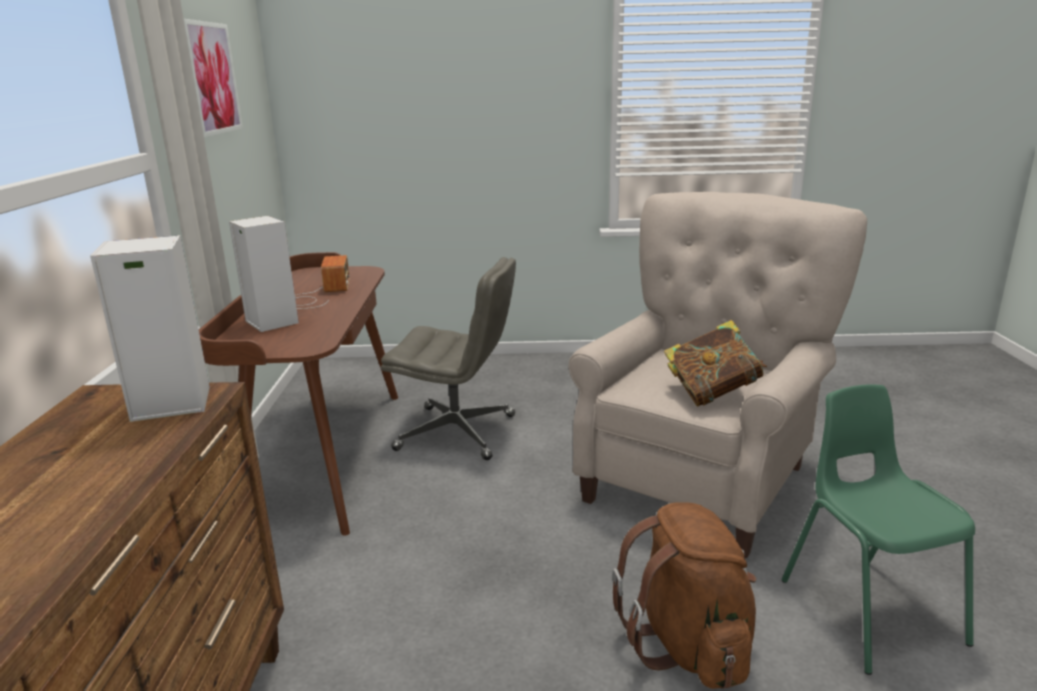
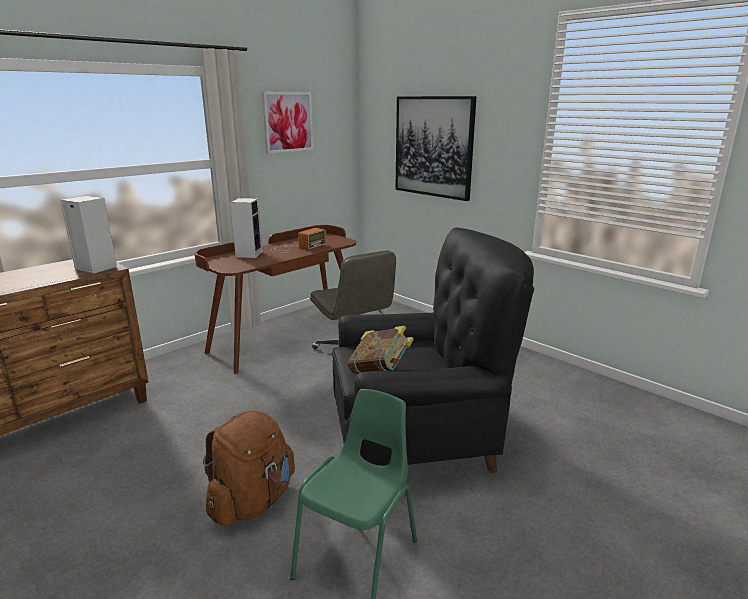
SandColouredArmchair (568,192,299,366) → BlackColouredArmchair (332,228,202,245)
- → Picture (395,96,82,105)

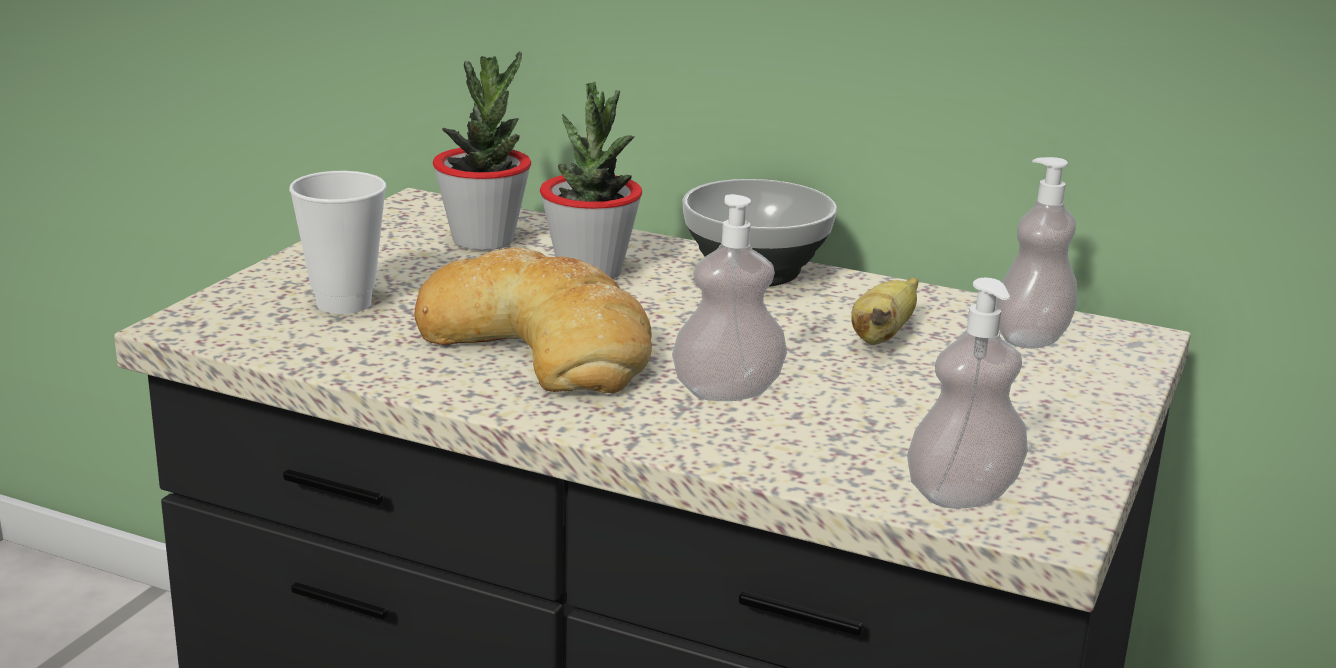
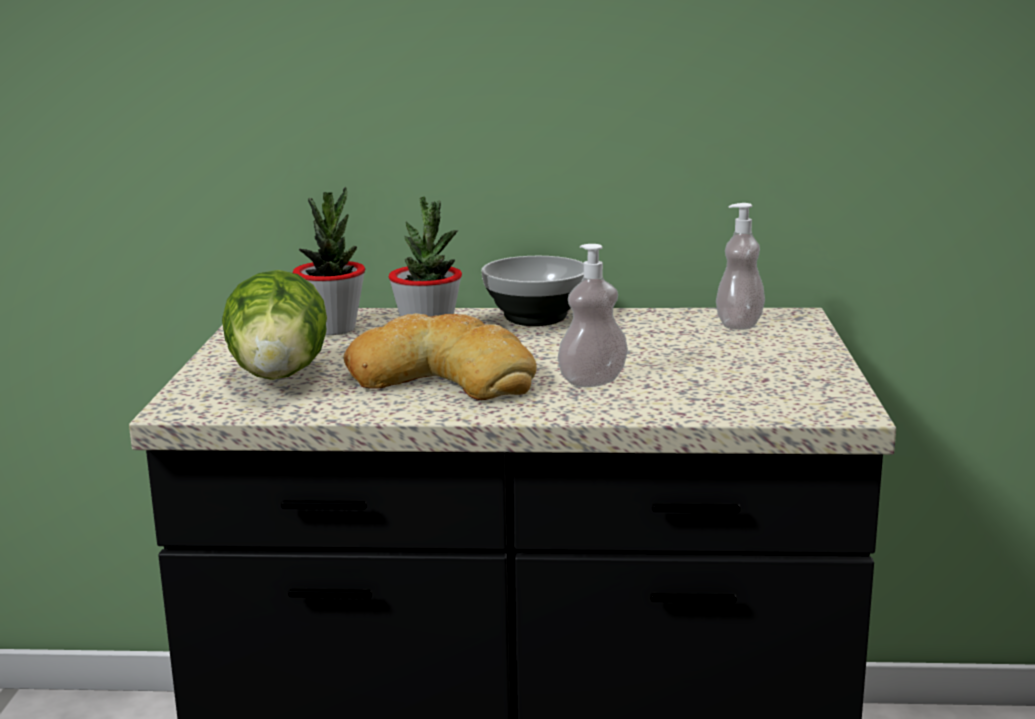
DrinkingCup (289,171,97,143) → HeadOfLettuce (222,270,105,110)
WholeBanana (851,278,67,67) → -
LiquidSoapBottle (907,278,121,231) → -

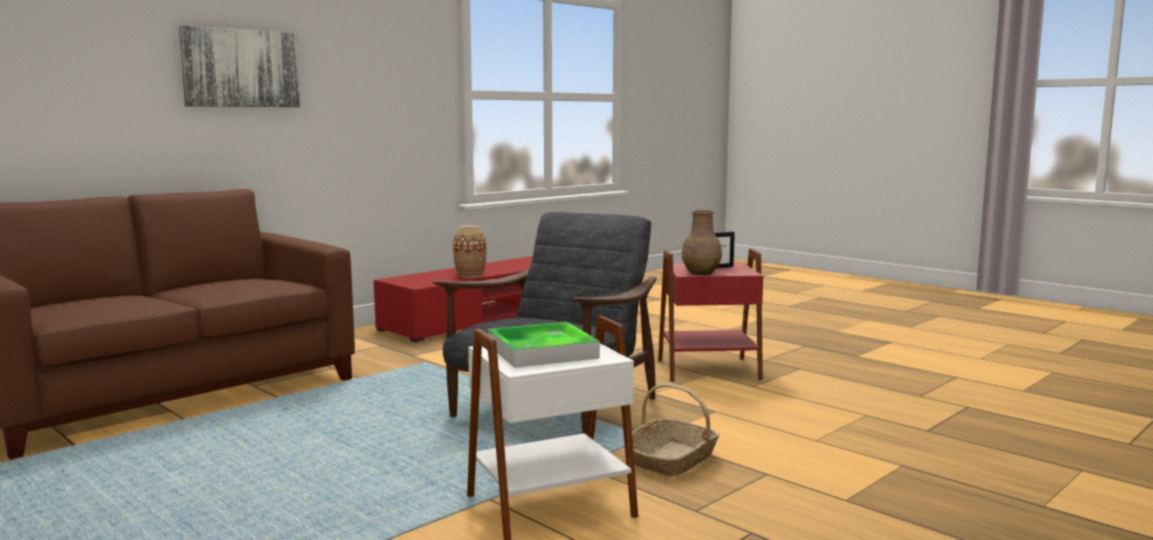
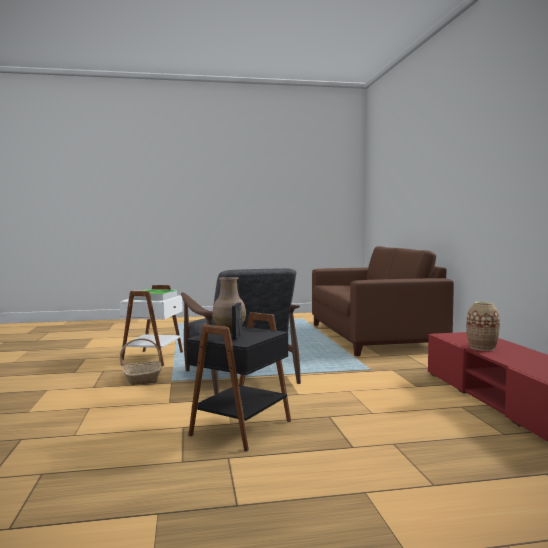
Picture (179,25,121,82) → -
RedColouredAccentTable (658,248,105,134) → BlackColouredAccentTable (187,312,104,139)

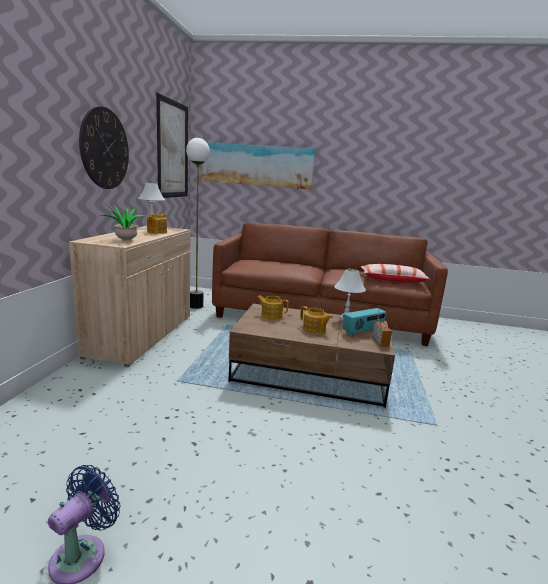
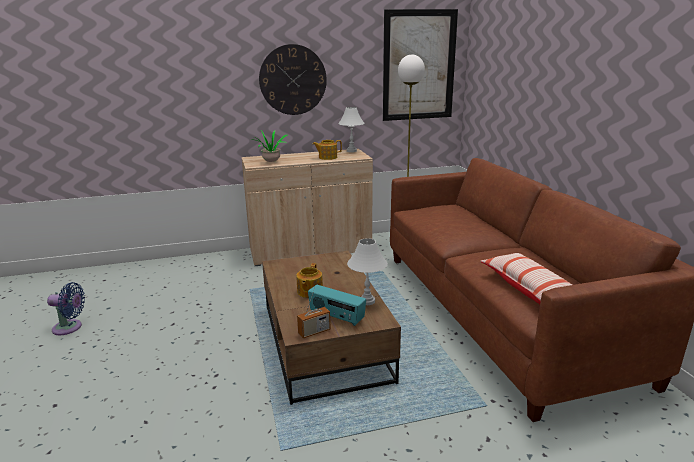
Picture (202,142,113,47) → -
TeaPot (256,295,33,25) → -

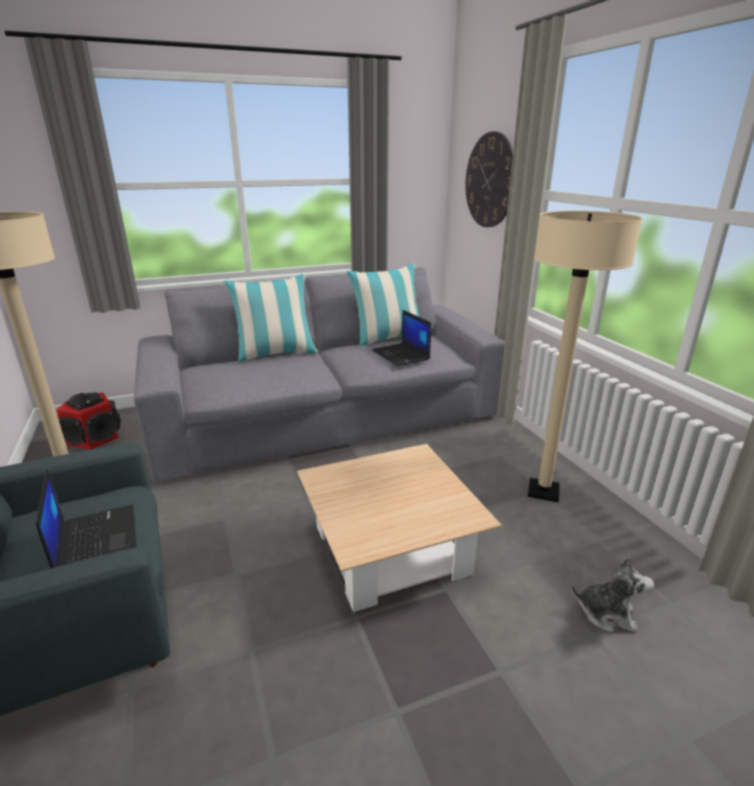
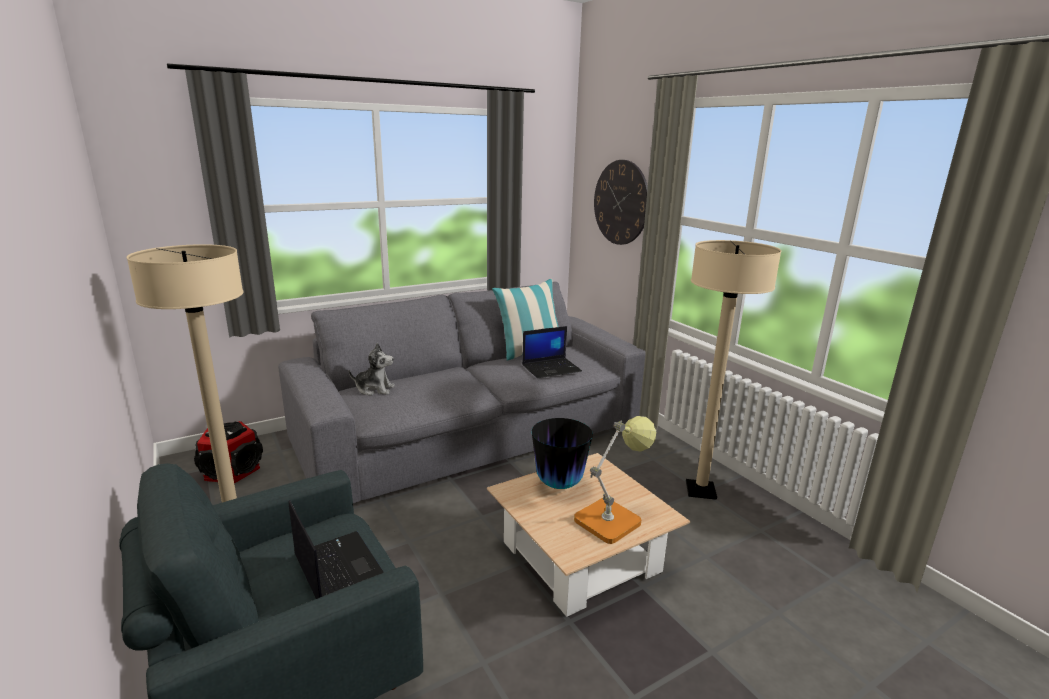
Pillow (224,274,94,87) → -
Laptop (372,310,59,56) → Laptop (522,326,60,52), 75 degrees counterclockwise
PlushToy (571,557,83,75) → PlushToy (349,343,46,53), move
- → LampForATable (574,416,82,128)
- → Vase (532,418,61,71)

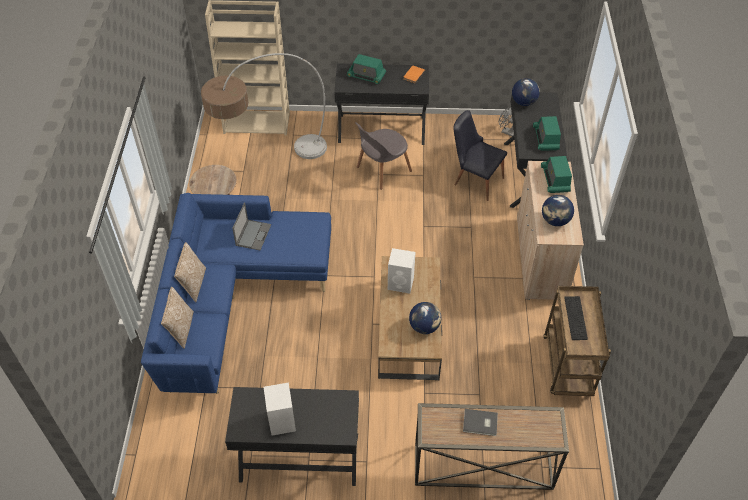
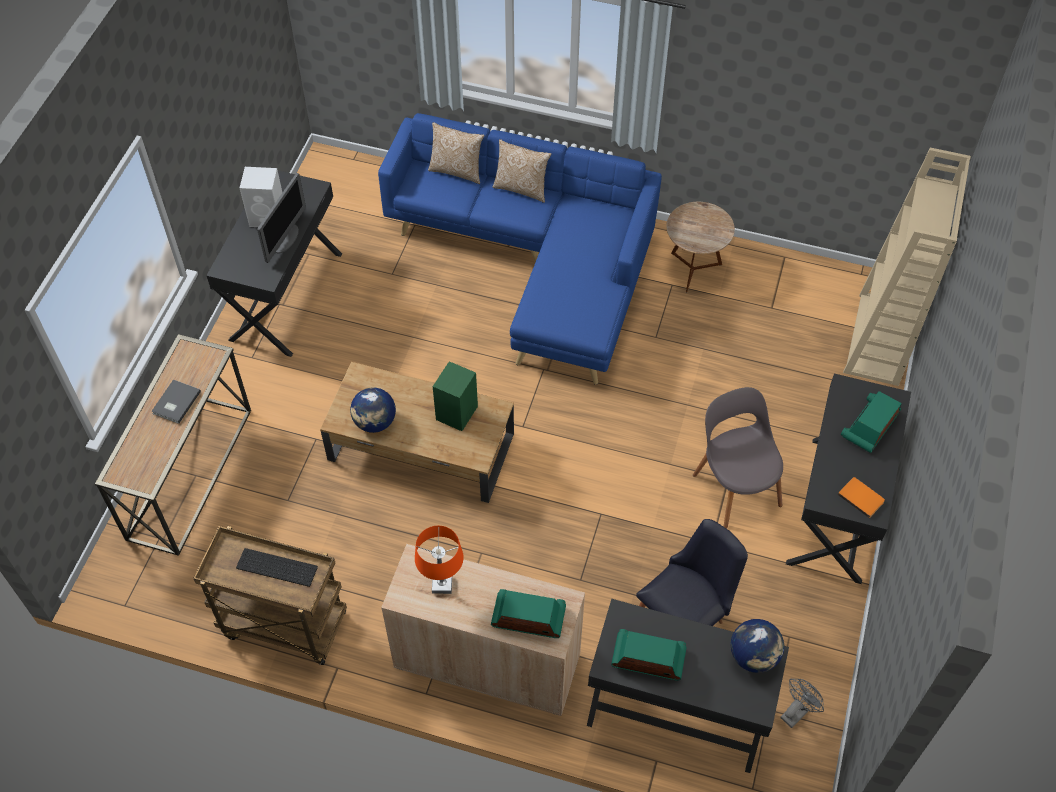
StandingLamp (201,53,126,106) → -
Globe (542,195,32,31) → OrangeColouredLampForATable (415,526,49,68)
Laptop (232,202,39,48) → -
WhiteLoudspeaker (388,248,27,45) → GreenLoudspeaker (433,361,45,70)
- → ComputerDisplay (257,173,49,90)

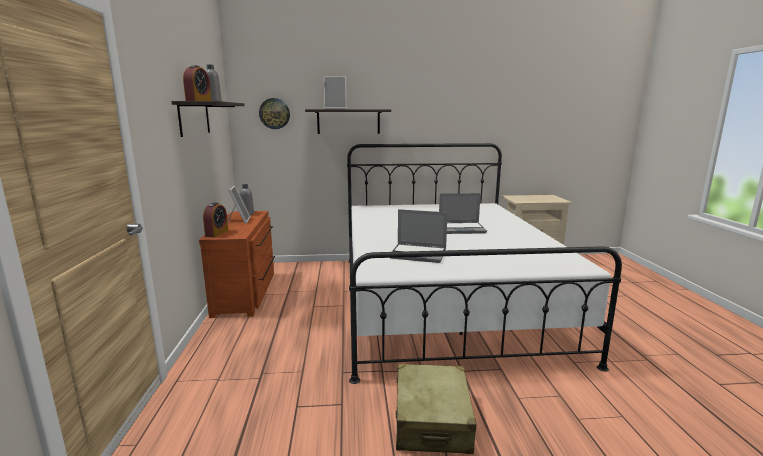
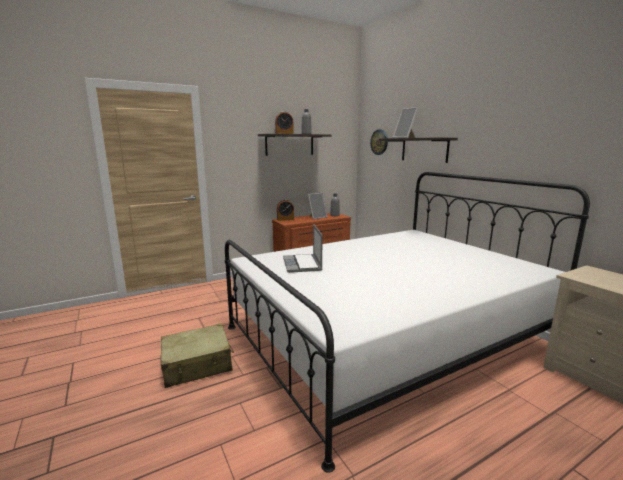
Laptop (439,193,48,41) → -

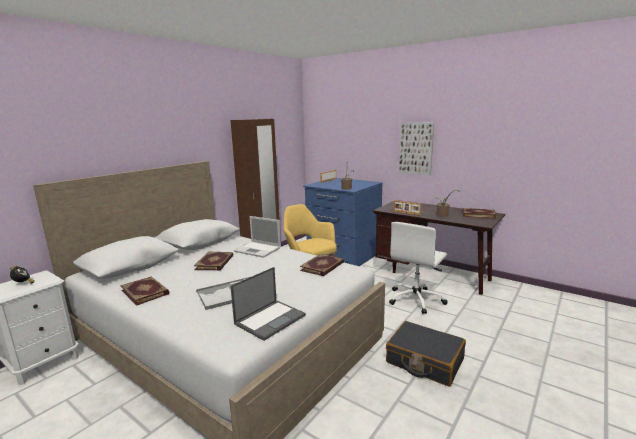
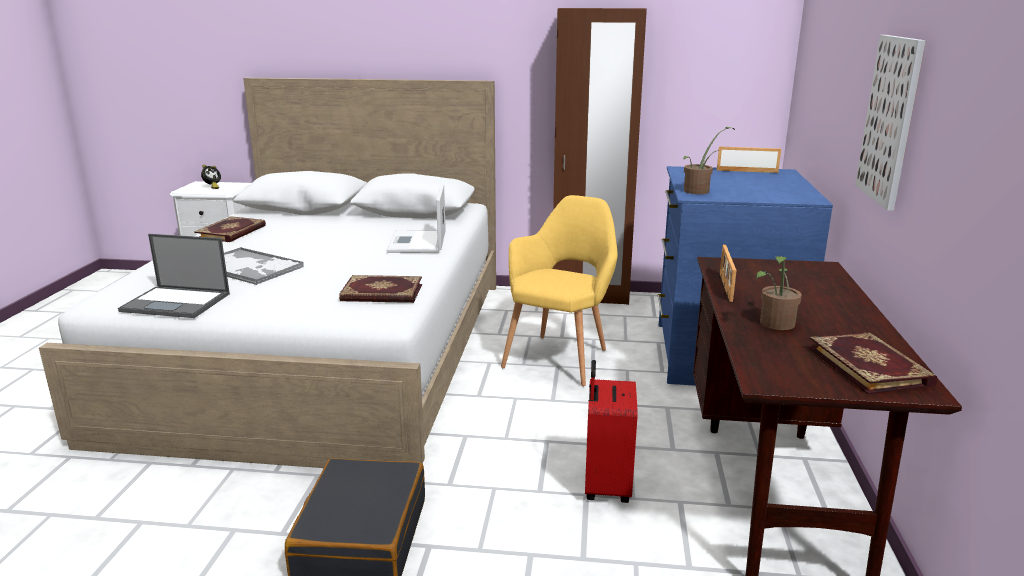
WhiteOfficeChair (389,222,59,92) → RedColouredTravelCase (585,360,53,143)
Volume (194,251,39,20) → -

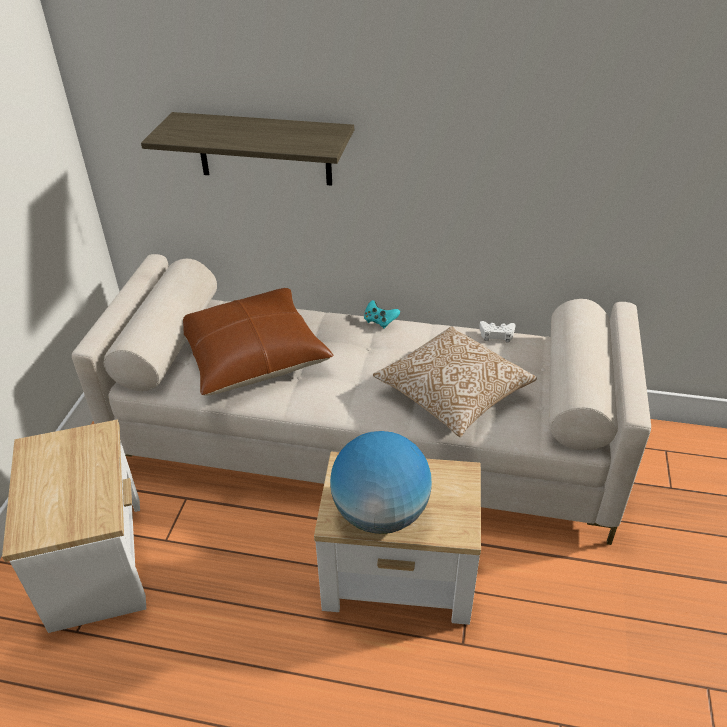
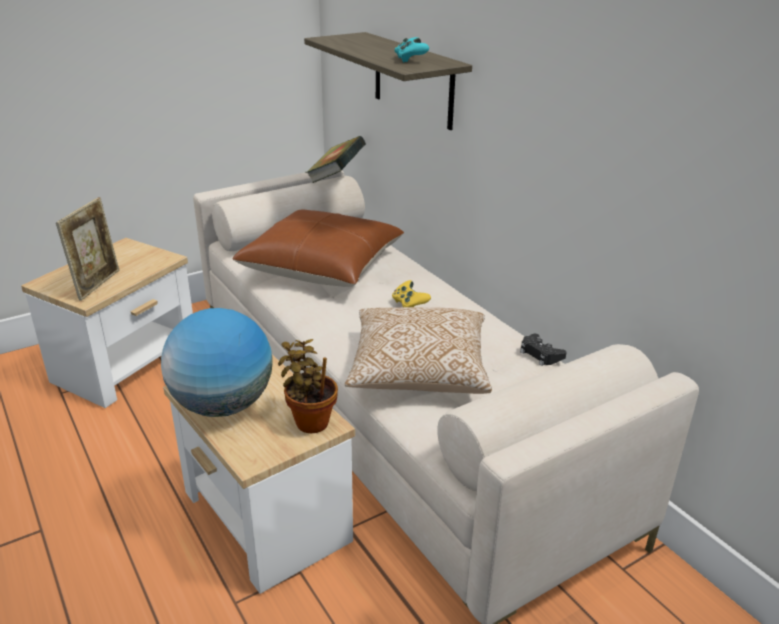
TurquoiseJoypad (364,300,36,29) → TurquoiseJoypad (394,37,35,26), move
WhiteJoypad (479,321,37,21) → BlackColouredJoypad (520,334,47,32)
- → Volume (306,136,60,47)
- → StandingFrame (56,197,63,104)
- → YellowColouredJoypad (392,280,39,27)
- → PlantInAPot (278,339,60,95)

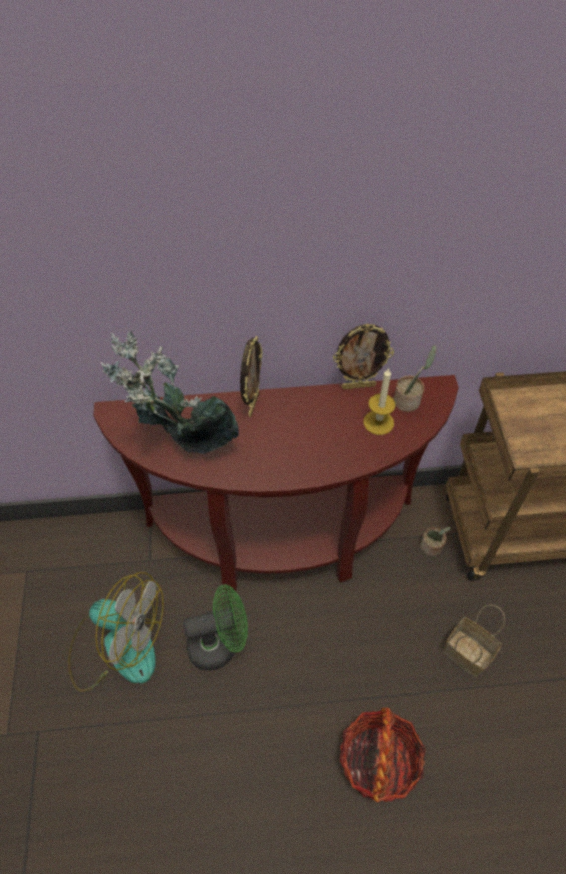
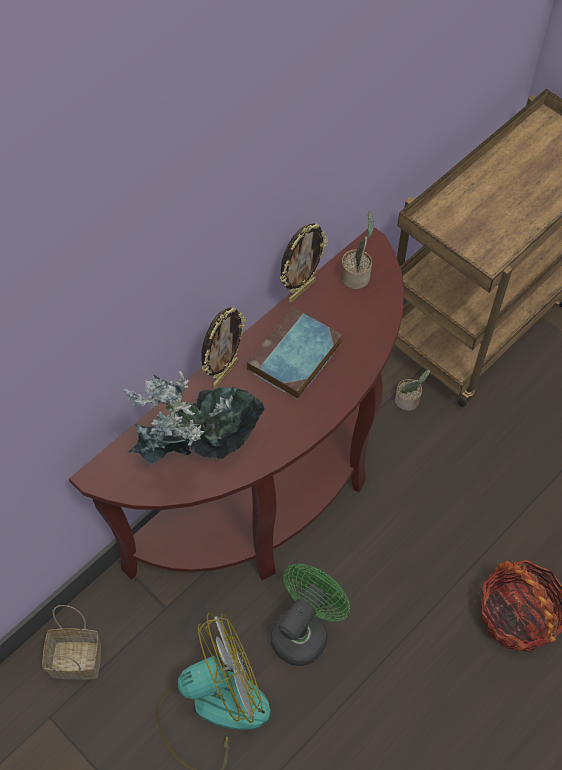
StandingFrame (240,336,23,81) → StandingFrame (201,307,45,81), 60 degrees clockwise
WaxLight (363,368,33,67) → -
HouseholdBasket (443,604,62,74) → HouseholdBasket (42,605,59,75), move
- → Volume (247,307,95,93)

